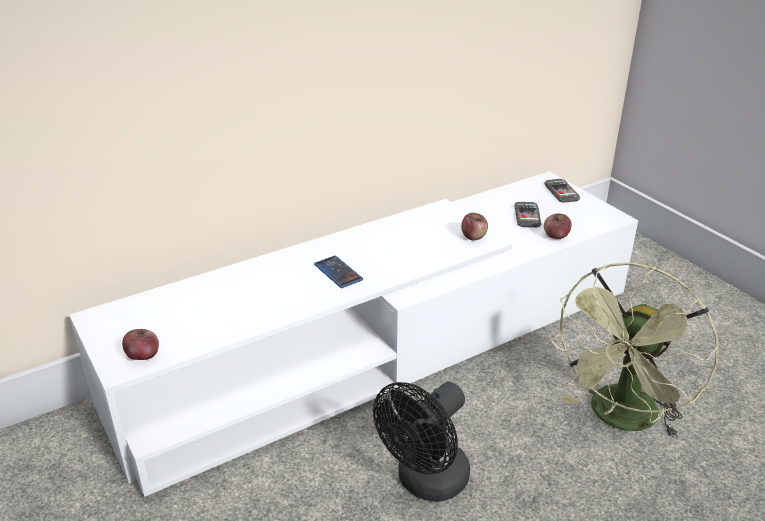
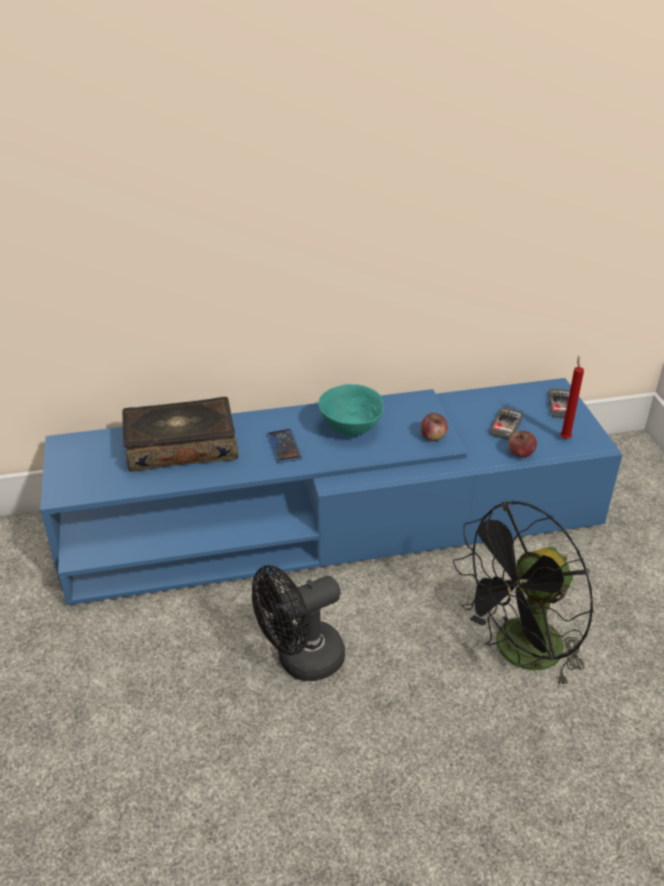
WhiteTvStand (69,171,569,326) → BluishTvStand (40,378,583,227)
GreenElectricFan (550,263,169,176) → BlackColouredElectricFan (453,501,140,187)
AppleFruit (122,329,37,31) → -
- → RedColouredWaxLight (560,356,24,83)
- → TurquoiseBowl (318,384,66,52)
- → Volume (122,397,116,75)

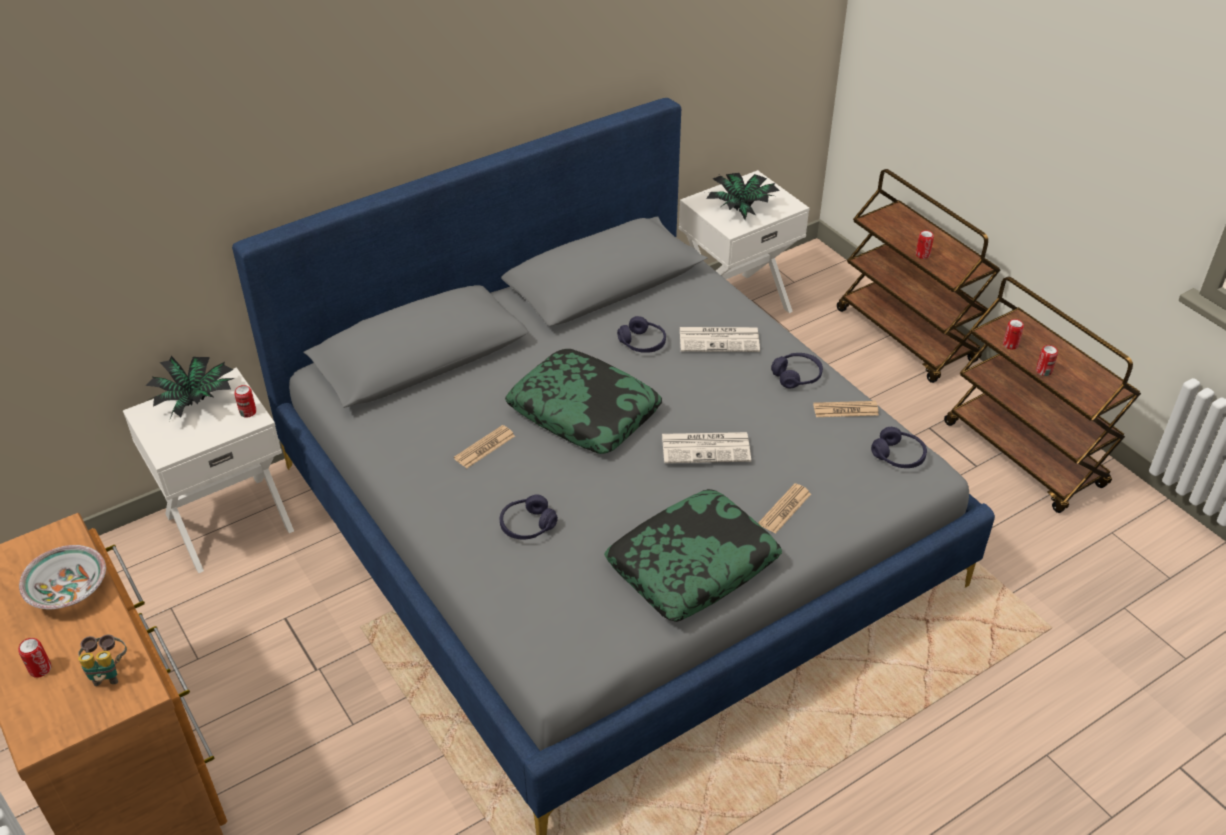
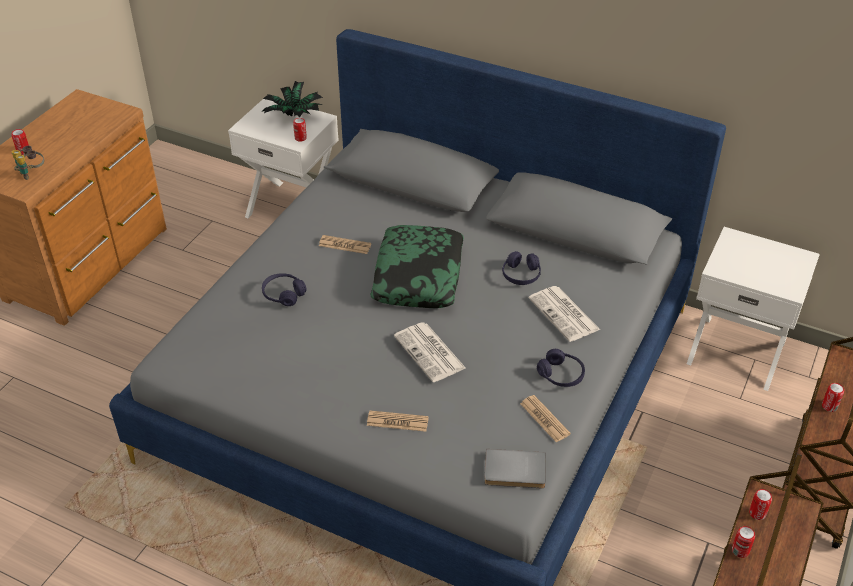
PlantInAPot (706,173,74,47) → -
PurplishPairOfHeadphones (871,427,56,41) → GreyishVolume (485,449,61,39)
Pillow (604,489,178,133) → -
Bowl (19,545,87,64) → -

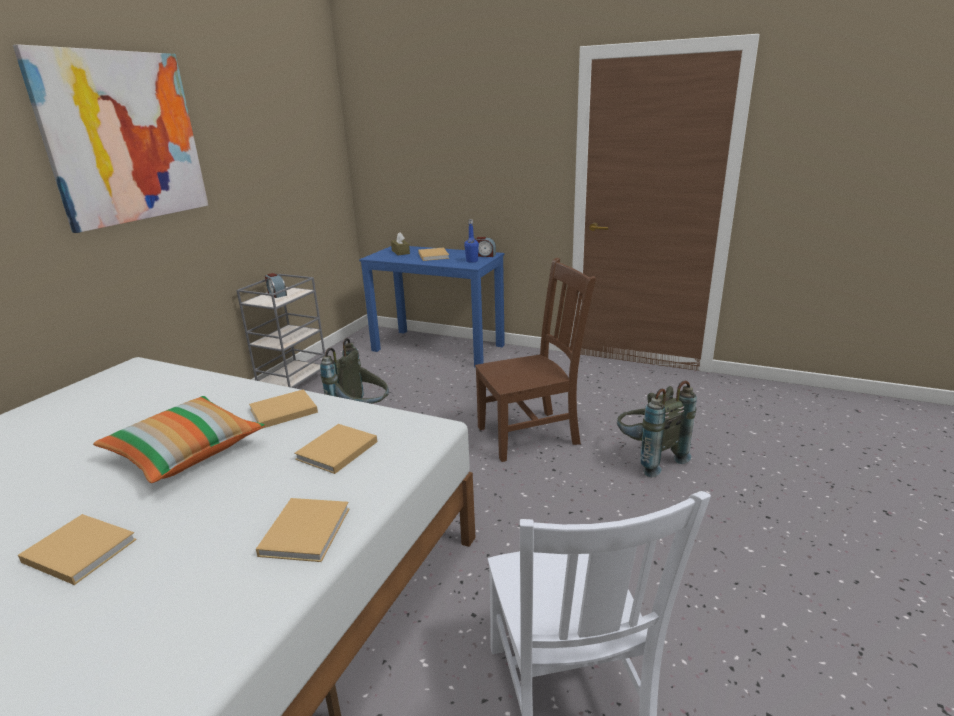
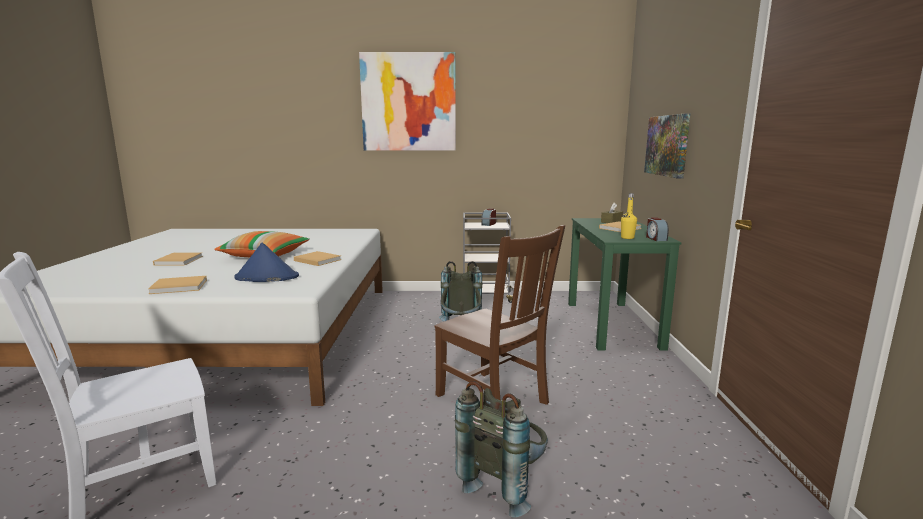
BluishBottle (464,219,15,44) → YellowColouredBottle (621,193,16,46)
BluishDesk (359,246,146,122) → GreenDesk (568,218,114,133)
SandColouredVolume (294,424,83,50) → BluishHat (234,243,65,39)
- → Picture (644,113,46,66)

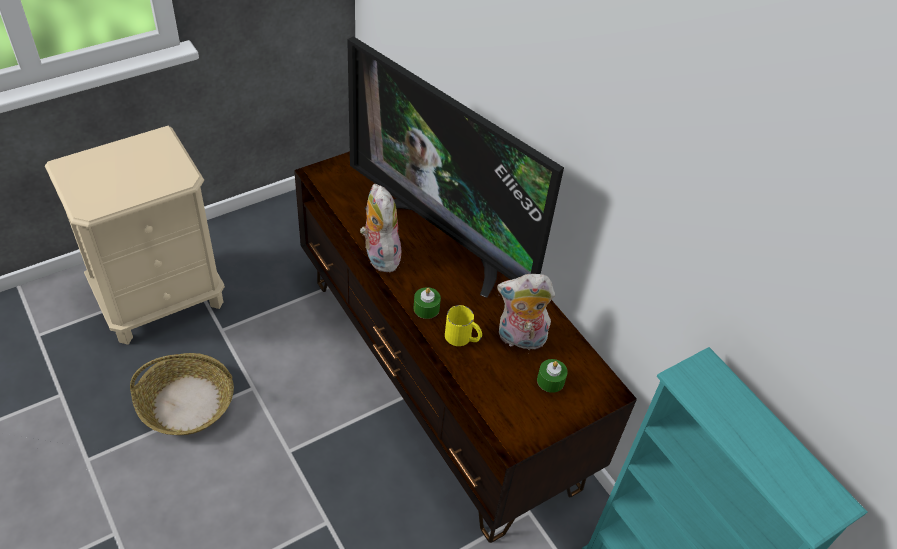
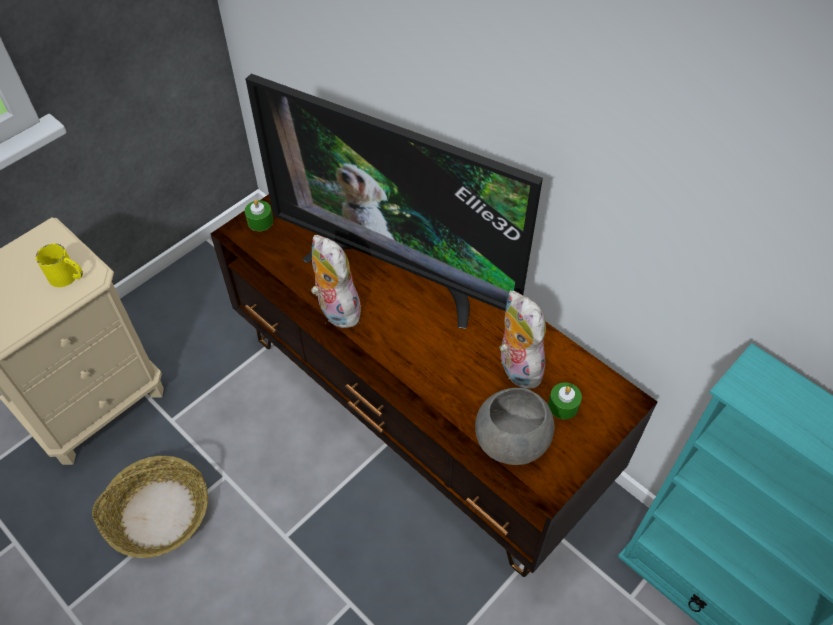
PlushToy (497,274,58,76) → PlushToy (500,290,46,99), 75 degrees clockwise
GreenWaxLight (414,287,27,32) → GreenWaxLight (245,200,28,31), move
YellowColouredTeaMug (445,305,37,41) → YellowColouredTeaMug (36,244,47,43), move
- → GreyishBowl (475,388,80,77)

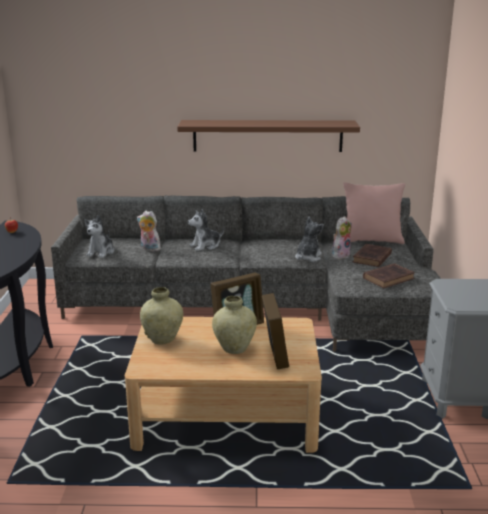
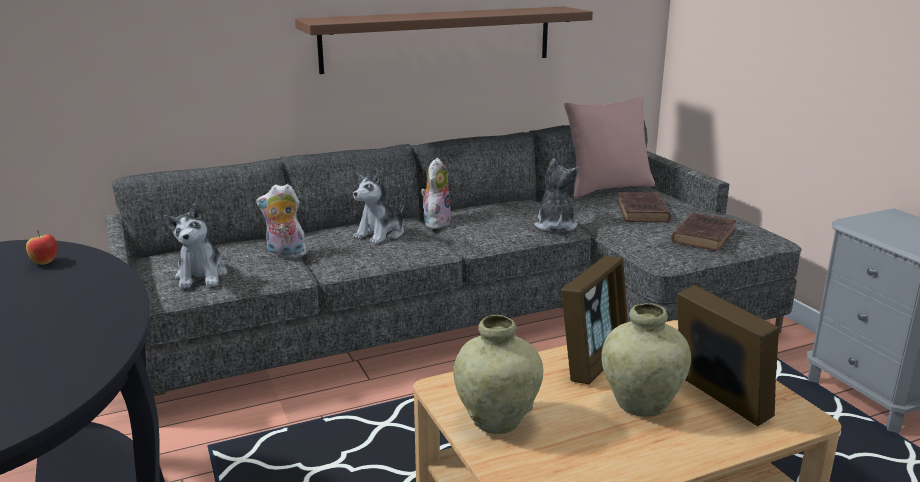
PlushToy (332,216,20,43) → PlushToy (421,158,30,71), move

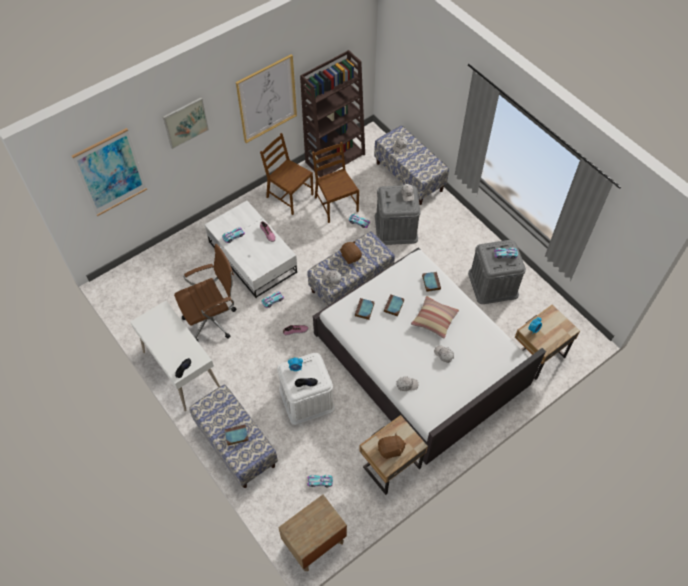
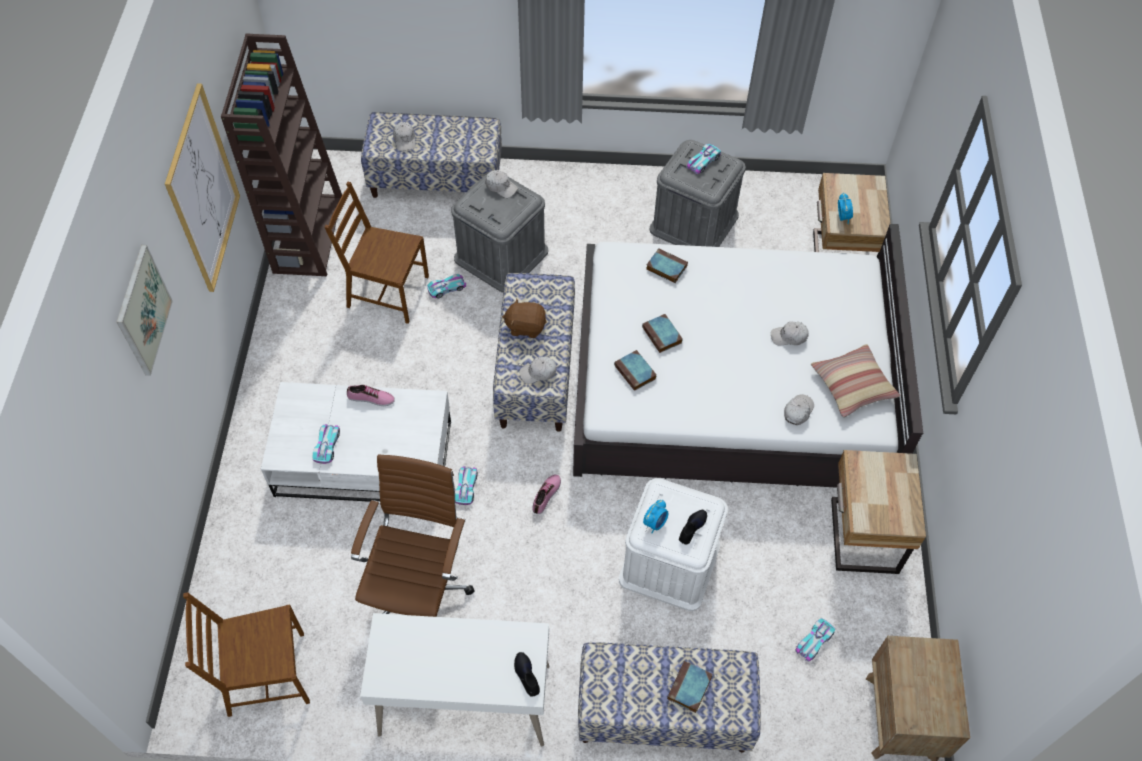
Picture (72,128,75,88) → -
BrownChair (260,133,54,82) → BrownChair (183,592,127,125), move
Pillow (411,296,48,42) → Pillow (811,344,89,73), move
BrownPlushToy (378,433,28,26) → -

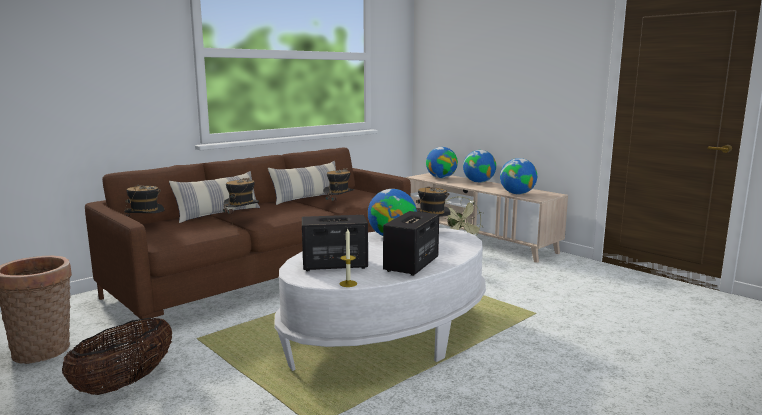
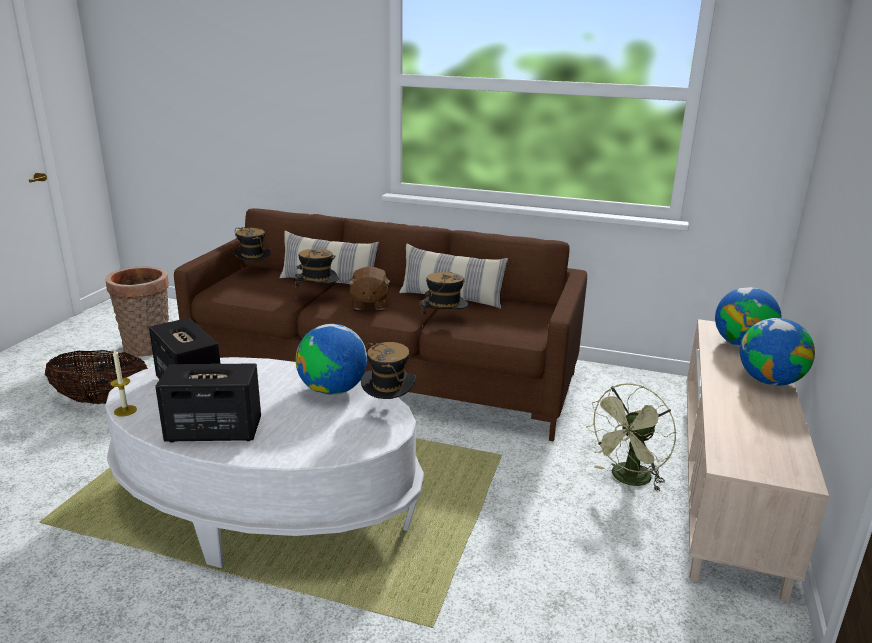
Globe (500,158,37,36) → -
- → BrownPlushToy (347,266,44,44)

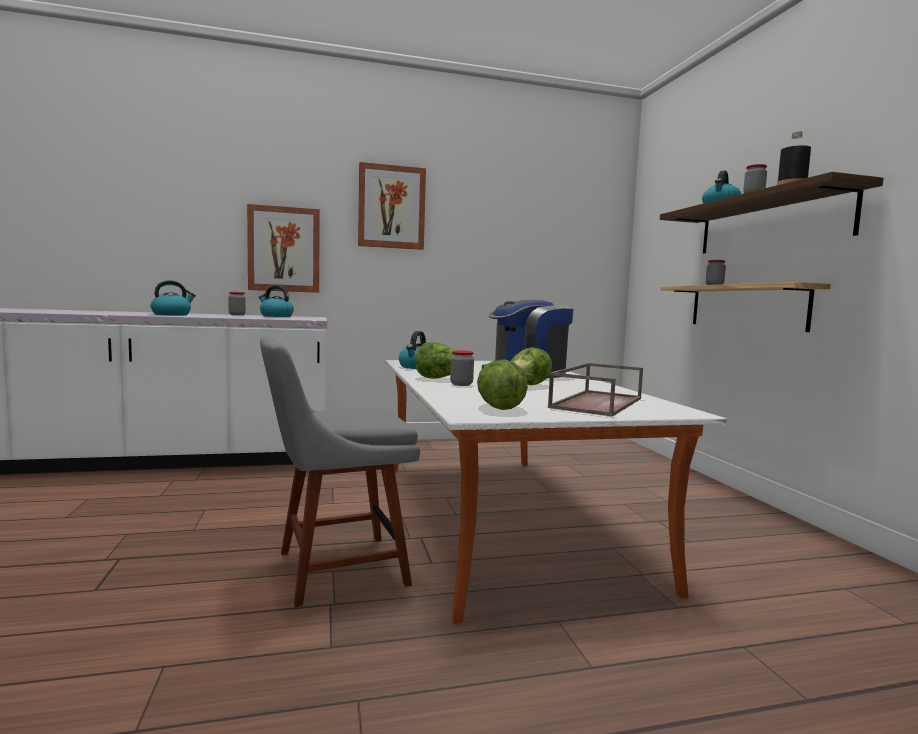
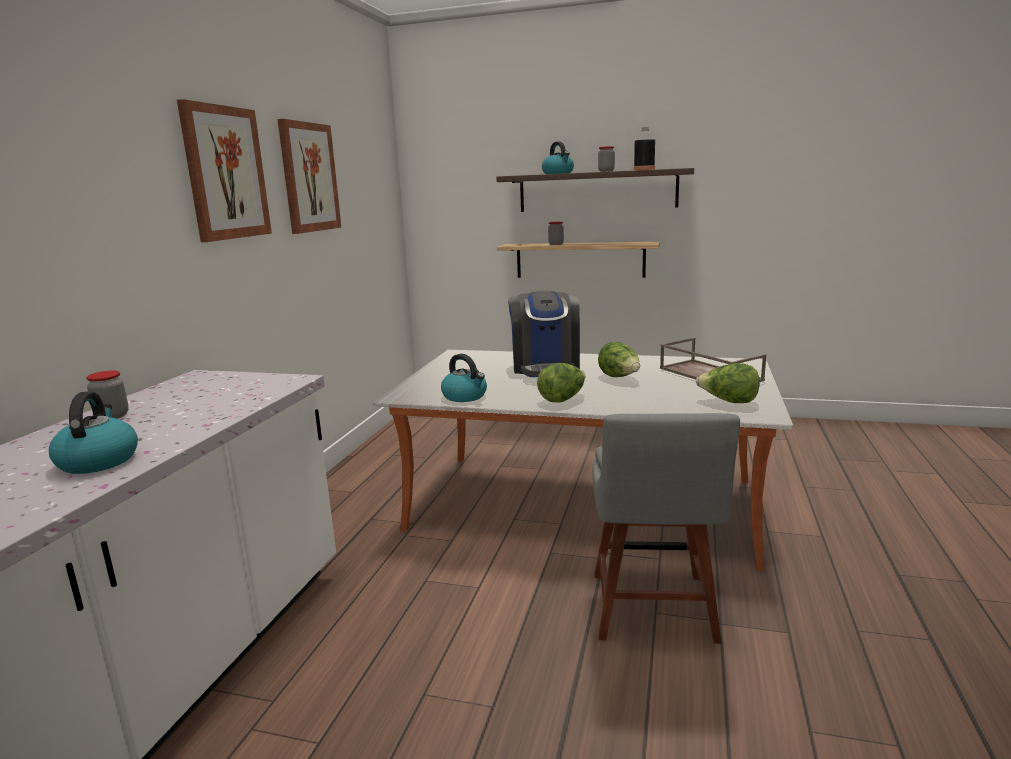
Picture (247,204,73,89) → Picture (277,119,64,115), move
Kettle (259,286,35,31) → -
PreserveJar (450,350,24,36) → -

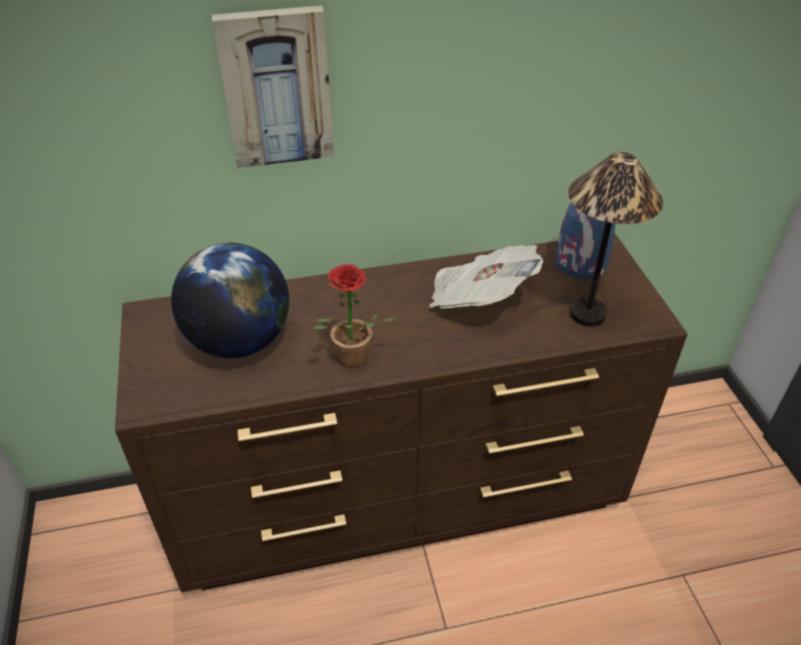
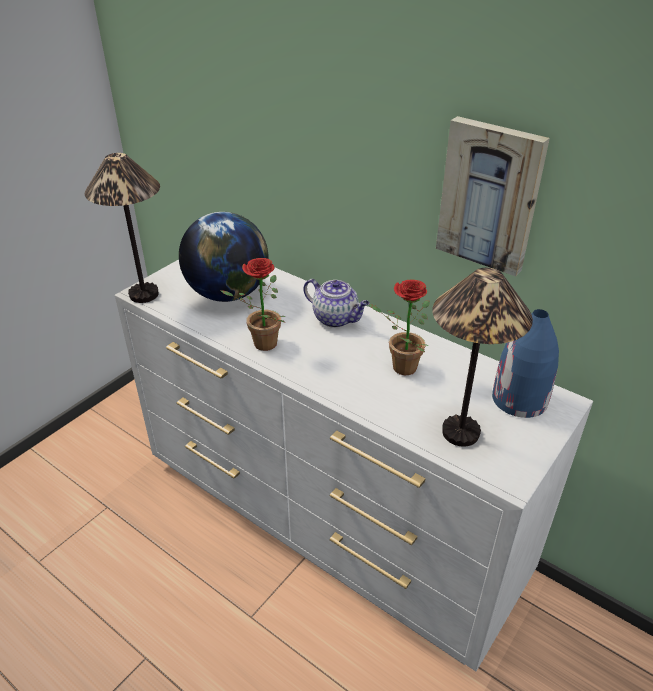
Picture (212,5,122,163) → Picture (436,116,114,160), move
BrownChestOfDrawers (115,233,573,359) → WhiteChestOfDrawers (115,259,478,412)
Newspaper (429,245,114,63) → PlantInAPot (369,280,61,95)
- → LampForATable (84,153,76,150)
- → TeaPot (303,279,67,49)

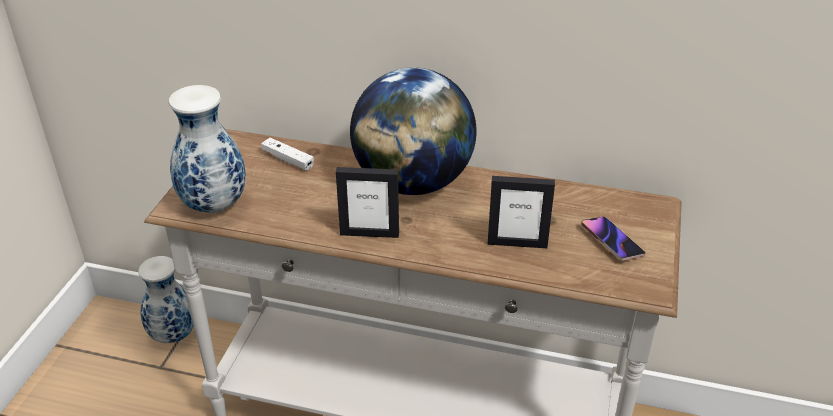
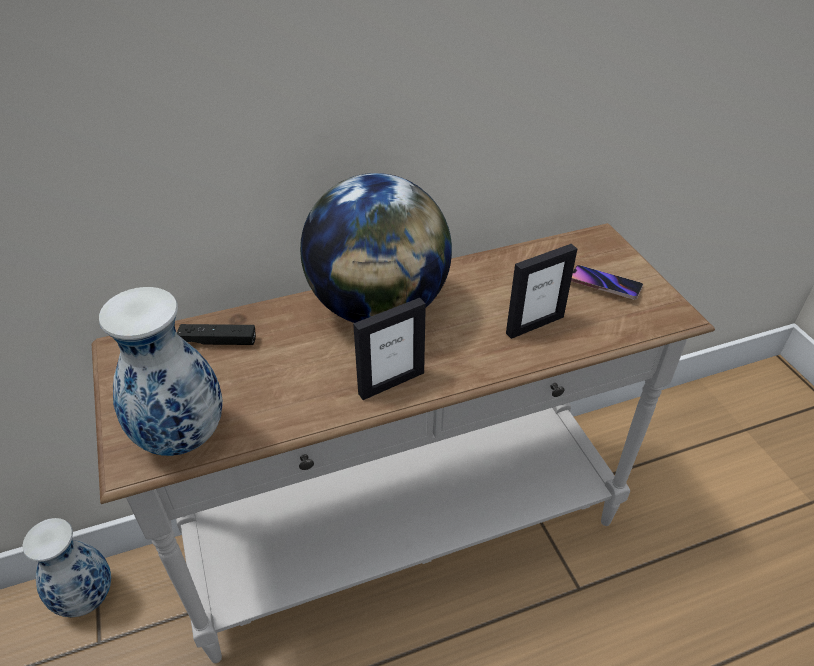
WhiteJoypad (261,138,53,33) → BlackColouredJoypad (177,324,79,21)

